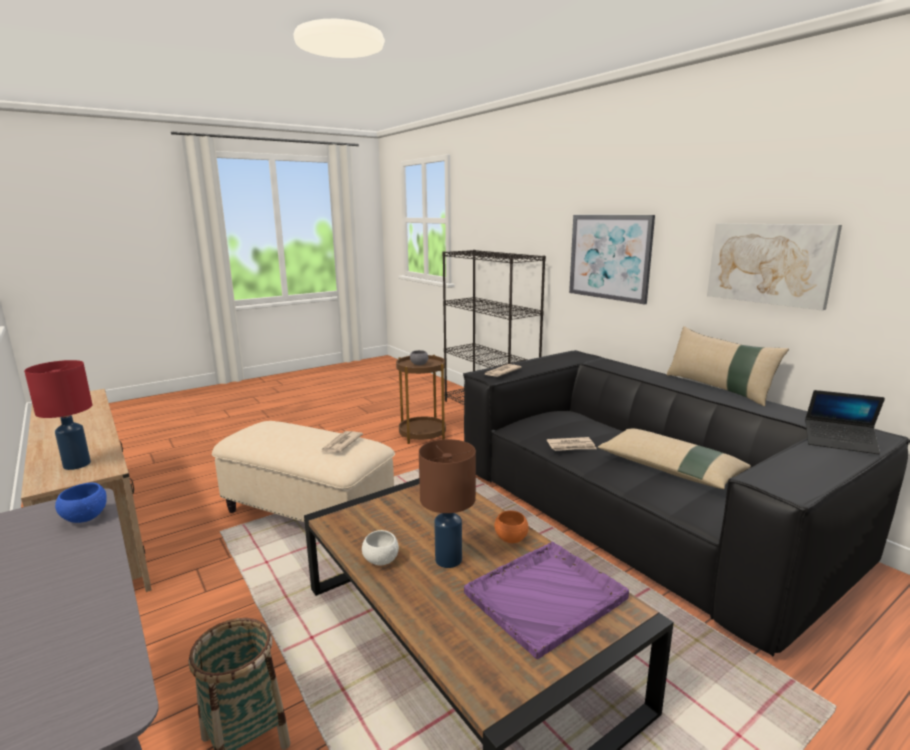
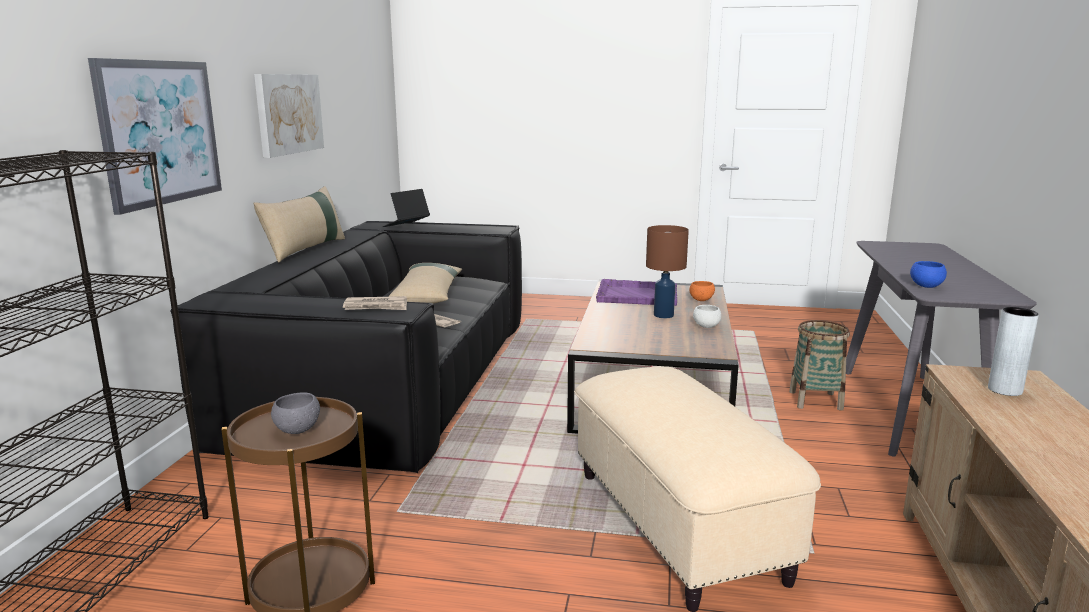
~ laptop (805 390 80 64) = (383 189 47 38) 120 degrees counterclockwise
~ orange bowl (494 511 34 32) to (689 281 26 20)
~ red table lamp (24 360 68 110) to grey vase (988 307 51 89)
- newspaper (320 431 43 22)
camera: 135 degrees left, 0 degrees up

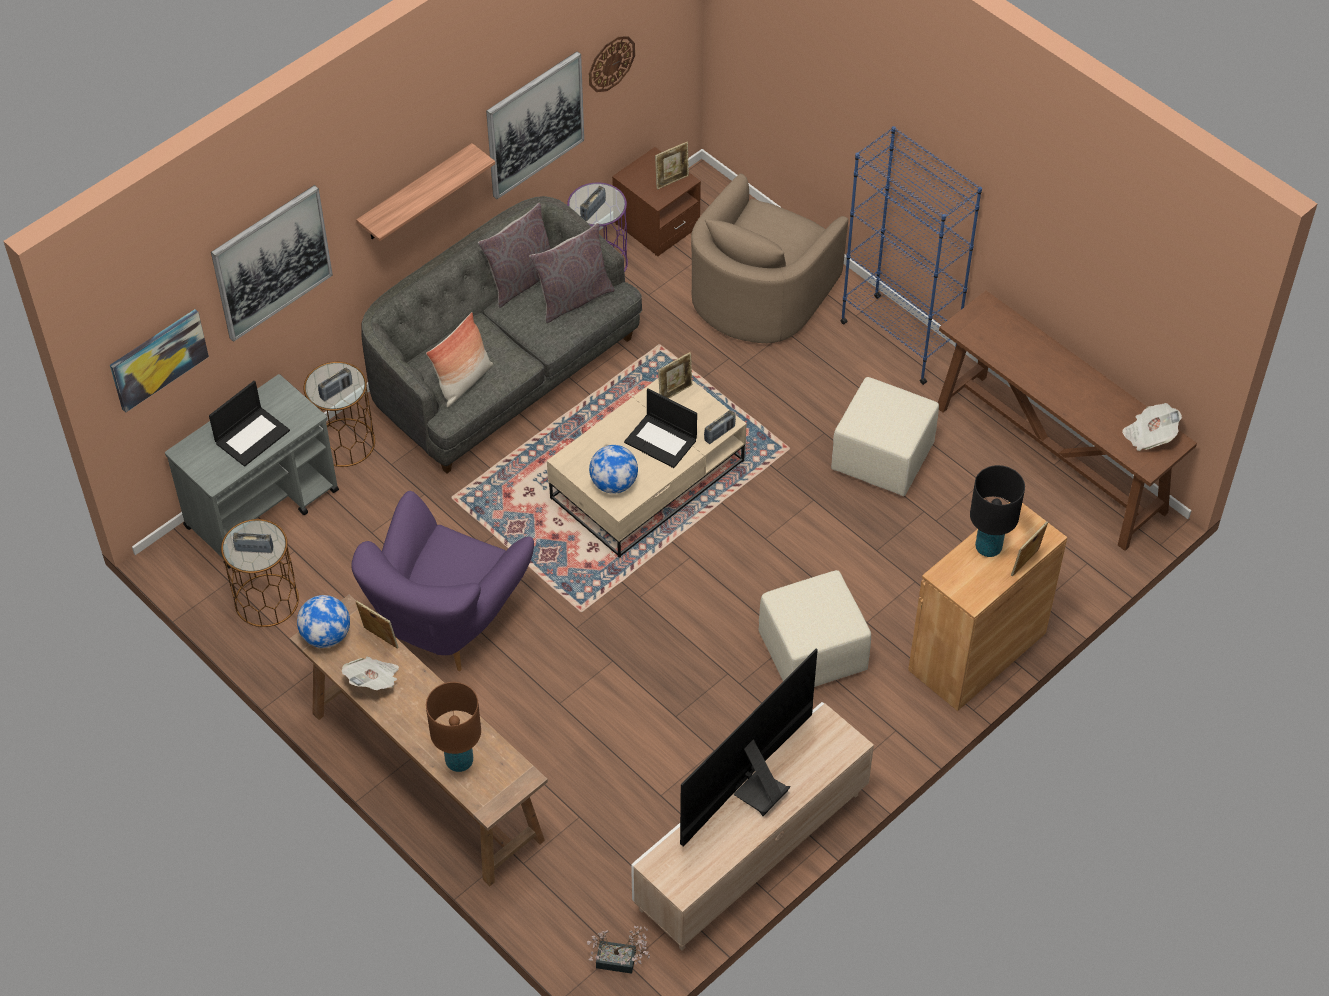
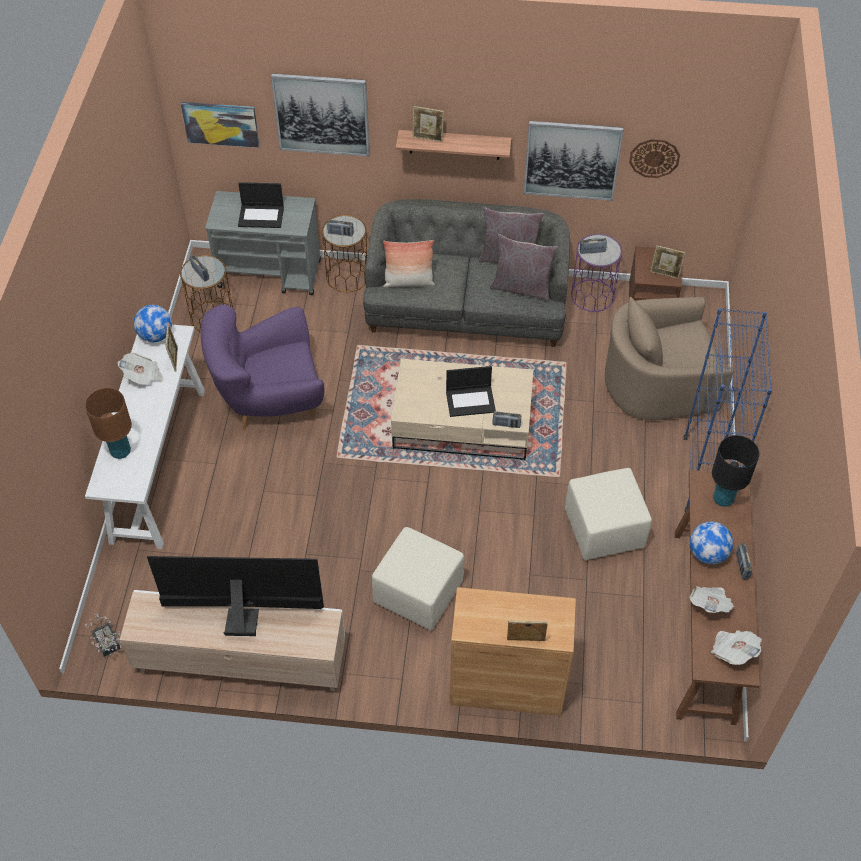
~ brown console table (290 594 258 292) to white console table (85 325 120 224)
~ picture frame (658 352 34 46) to (412 106 32 36)
~ laptop (624 388 73 80) = (446 366 50 51) 90 degrees counterclockwise
+ newspaper (689 586 45 27)
~ globe (589 445 49 49) to (690 522 43 42)
~ black table lamp (970 465 55 92) to (712 435 47 72)
+ radio (736 543 17 36)
camera: 50 degrees right, 0 degrees up

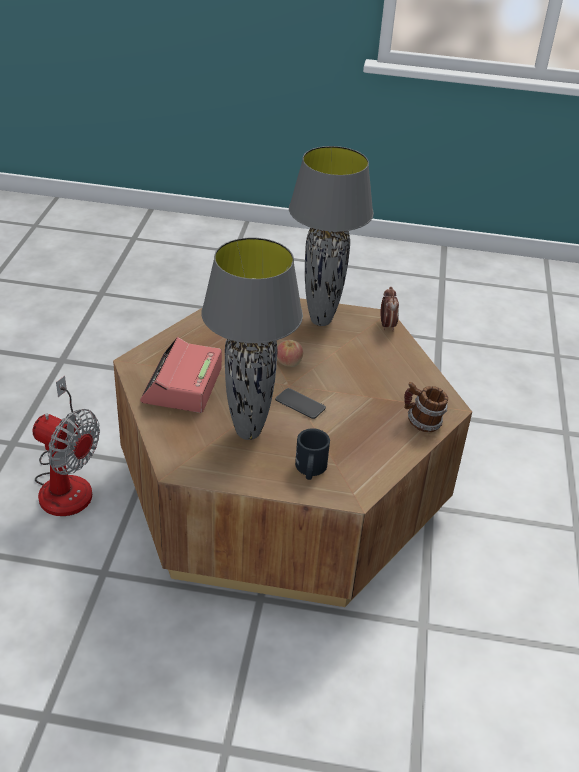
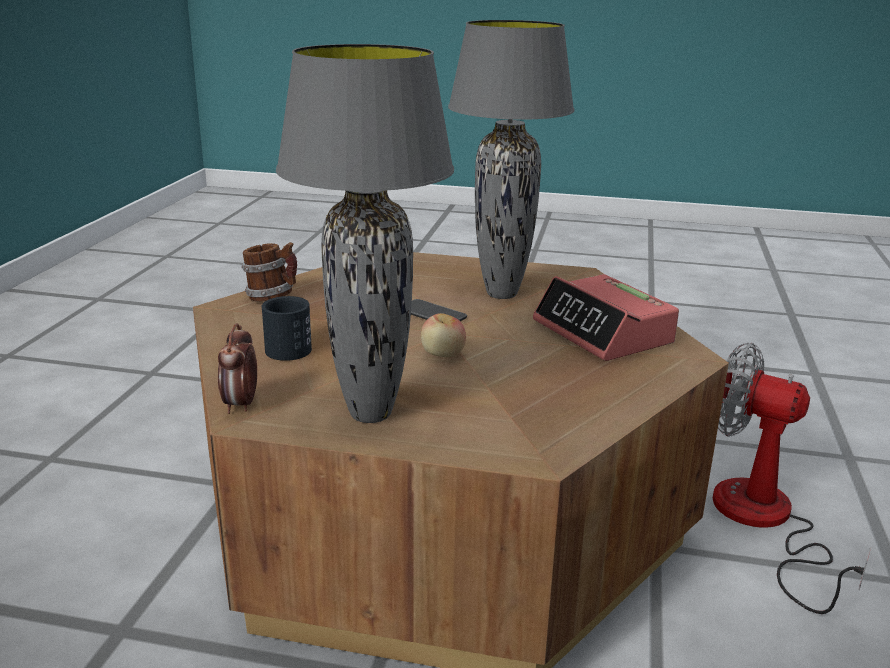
~ black mug (295 428 35 52) to (262 296 50 65)
~ alarm clock (140 337 82 76) = (533 274 146 87) 135 degrees clockwise
camera: 175 degrees left, 15 degrees down

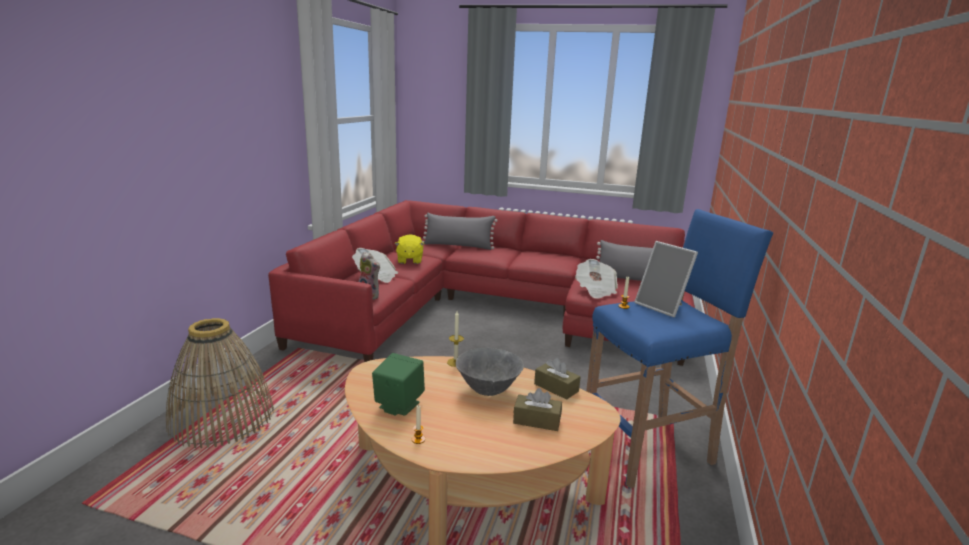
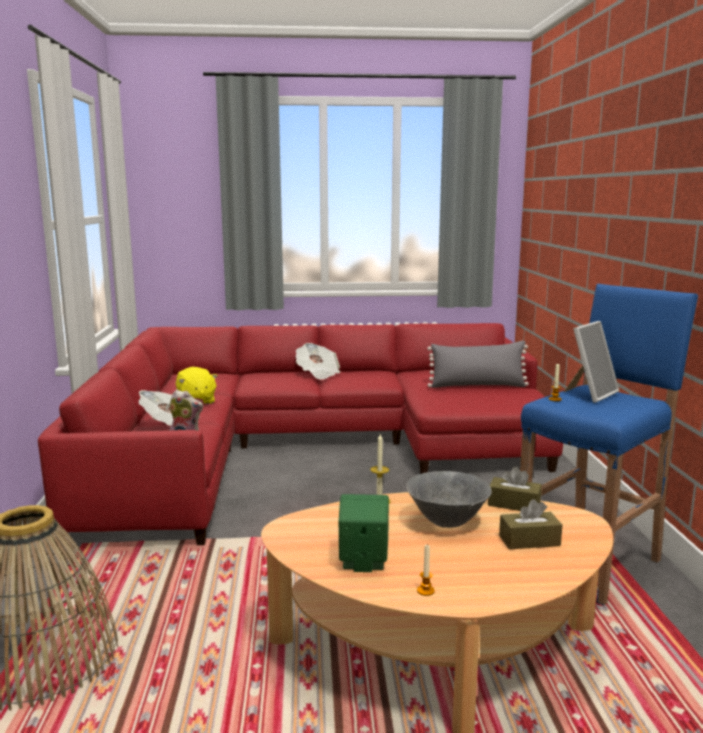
~ newspaper (575 259 43 39) to (296 343 44 37)
~ picture frame (634 241 64 76) = (564 321 55 82) 75 degrees counterclockwise
- grey pillow (422 213 76 37)
camera: 20 degrees left, 5 degrees down

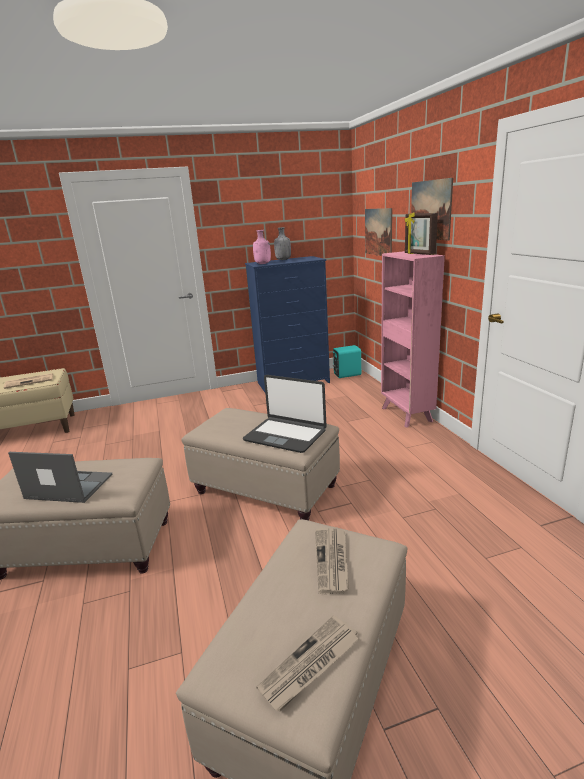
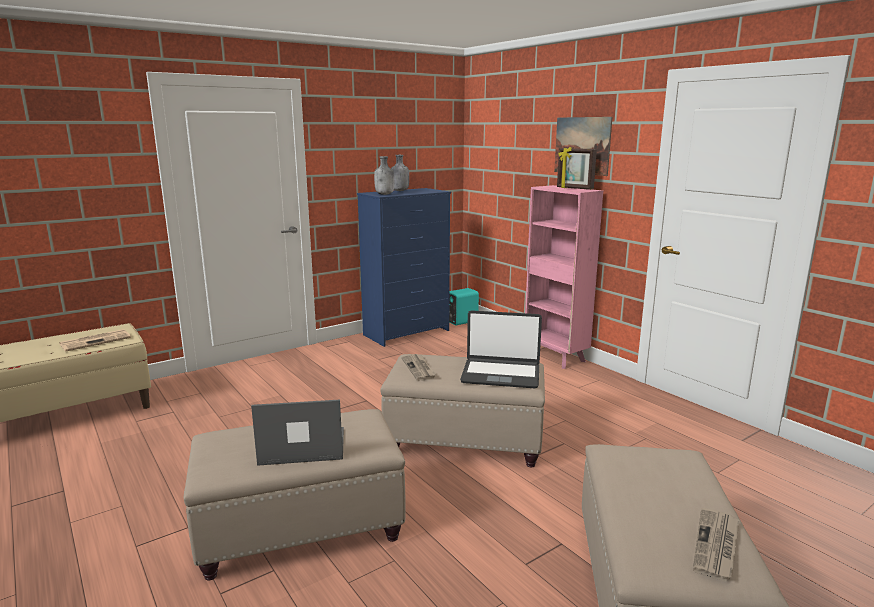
~ pink bottle (253 230 18 34) to grey bottle (374 156 20 39)
~ newspaper (315 527 34 67) to (401 354 35 27)
- picture (365 208 27 48)
camera: 20 degrees left, 5 degrees down

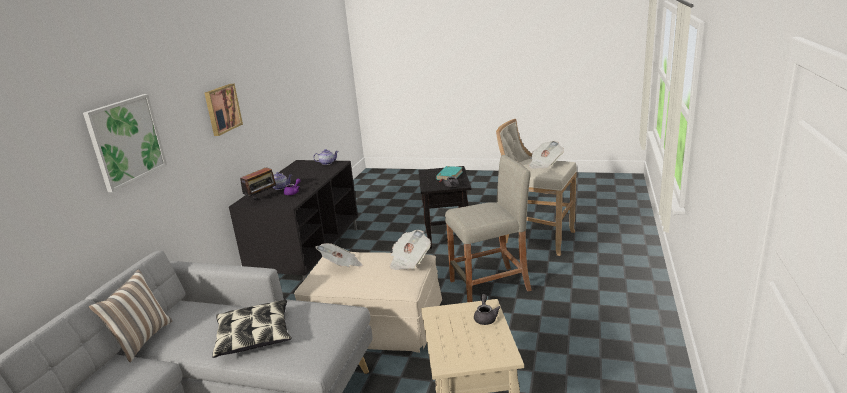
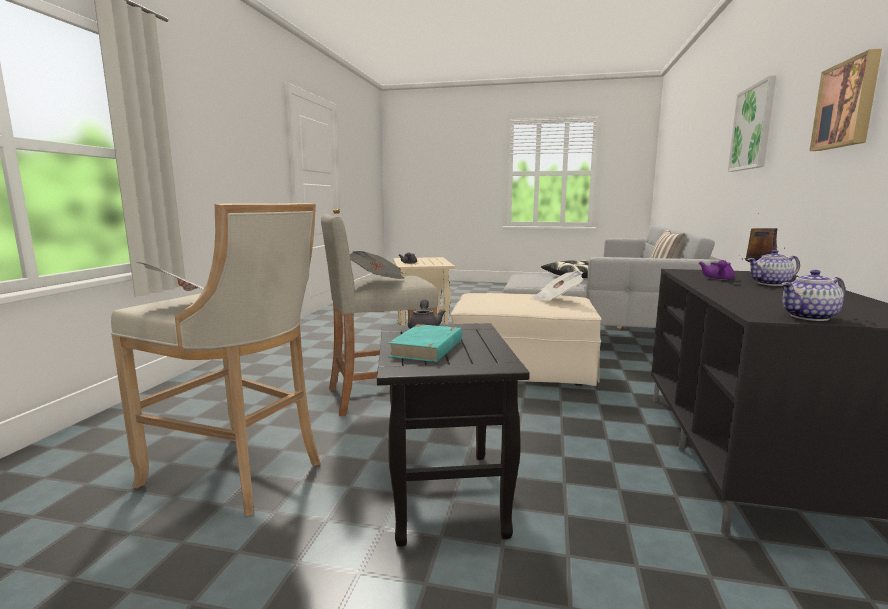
~ newspaper (390 230 41 40) to (350 251 55 28)
camera: 175 degrees right, 10 degrees down

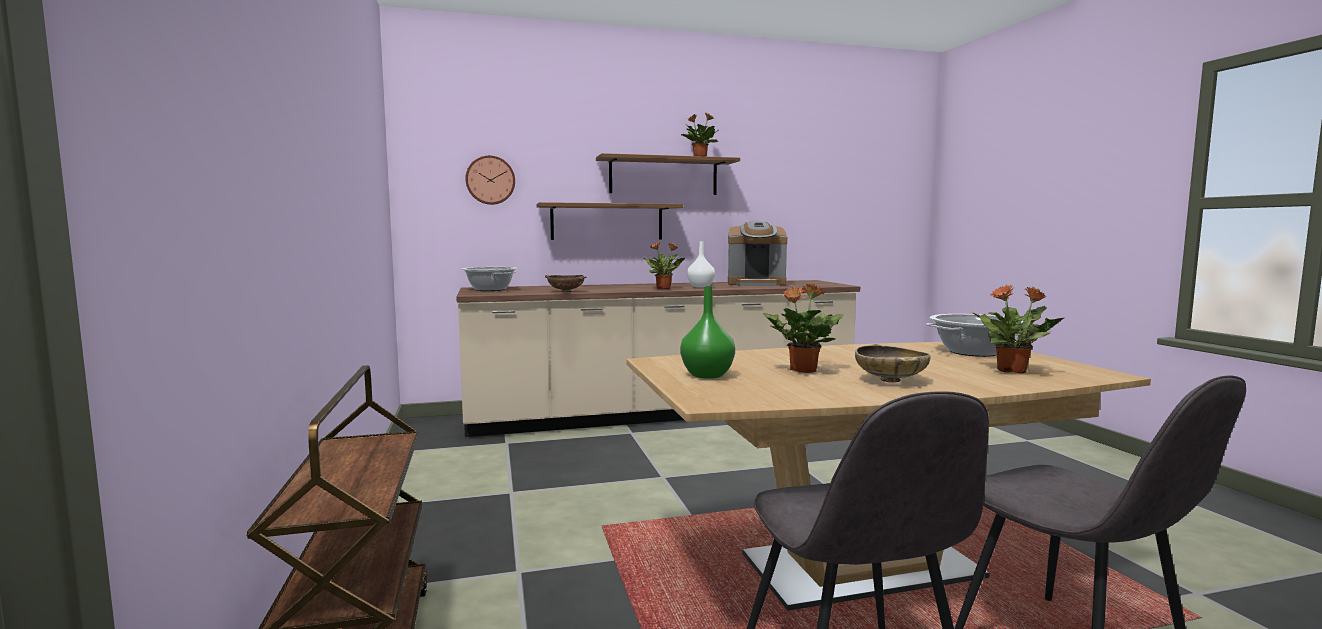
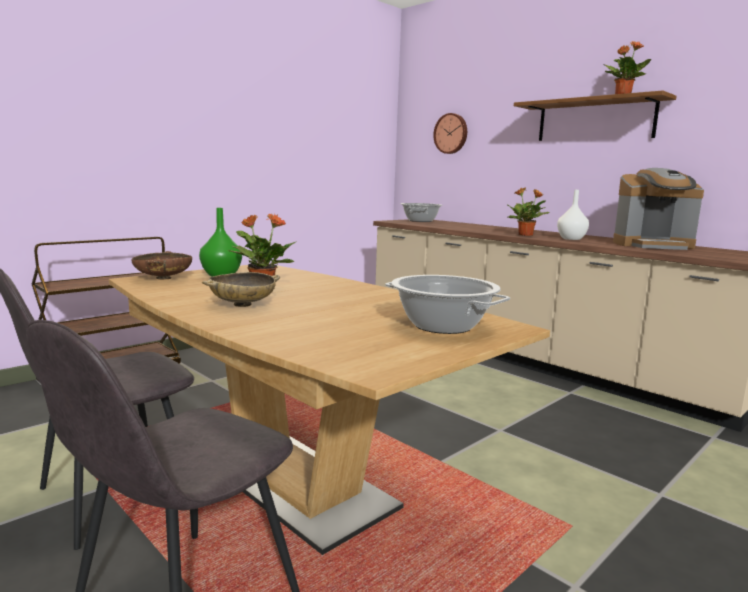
~ brown bowl (545 275 42 17) to (132 251 60 29)
~ coffee machine (728 221 59 65) = (613 168 91 82) 60 degrees counterclockwise
- brown shelf (537 202 146 38)
- potted plant (972 285 92 89)
camera: 60 degrees right, 5 degrees up

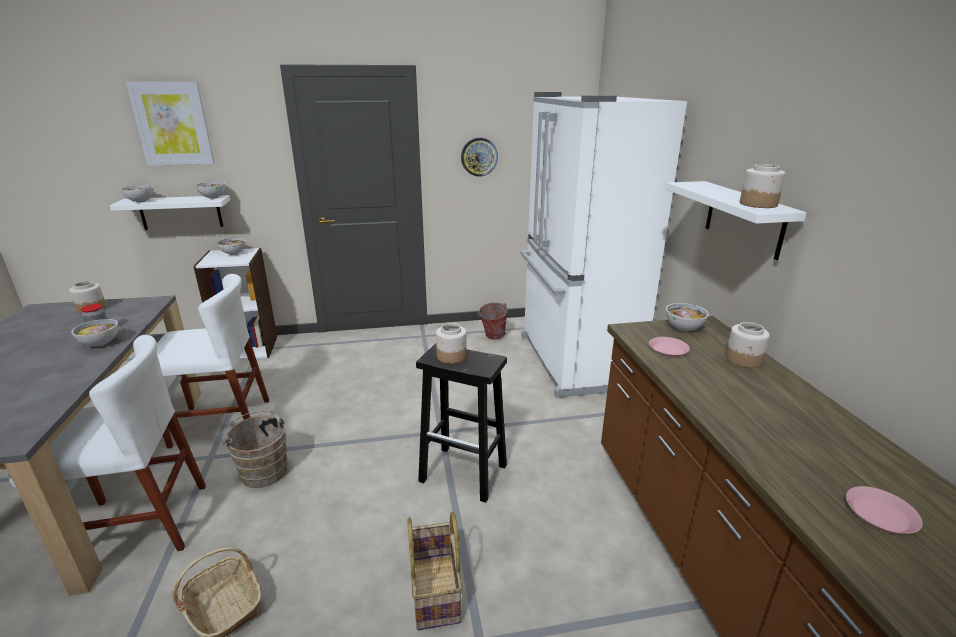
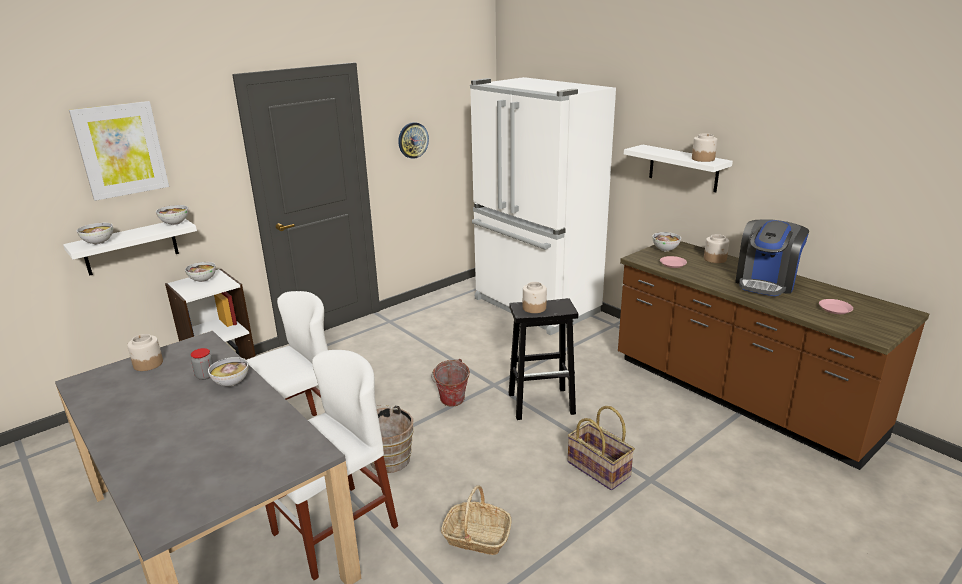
~ bucket (477 302 31 38) to (431 359 39 48)
+ coffee machine (735 219 74 77)
camera: 30 degrees left, 0 degrees up

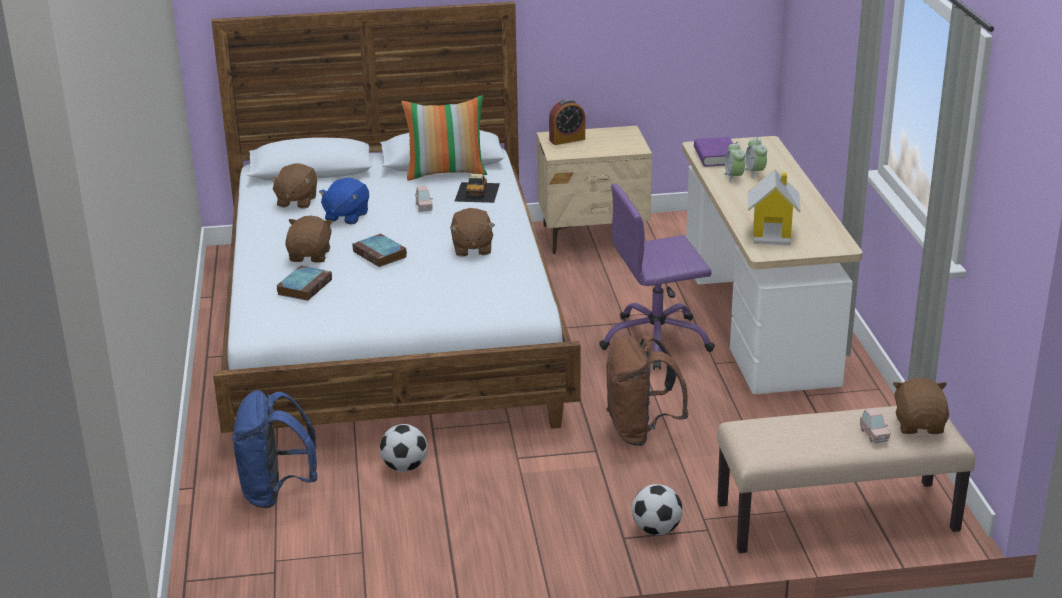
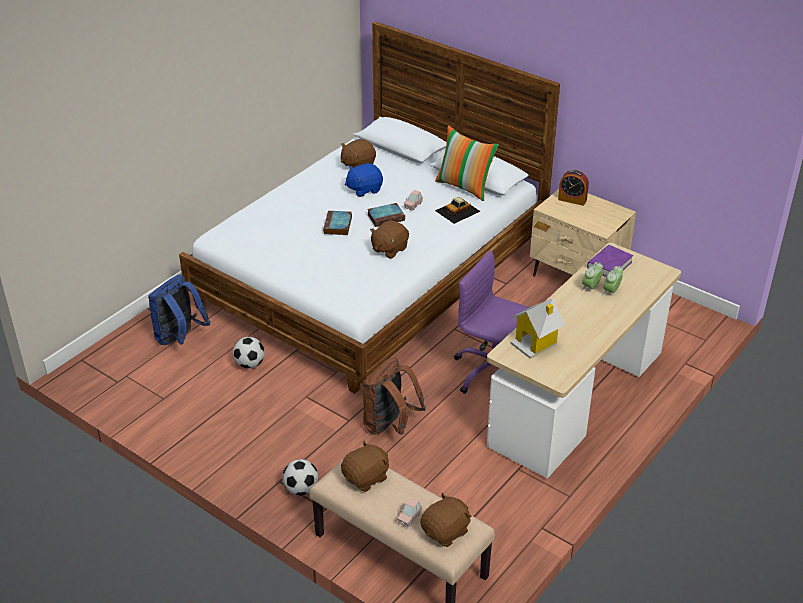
~ brown plush toy (285 216 48 46) to (341 441 48 51)
~ book (276 265 56 36) to (367 203 38 24)
camera: 45 degrees right, 10 degrees up

